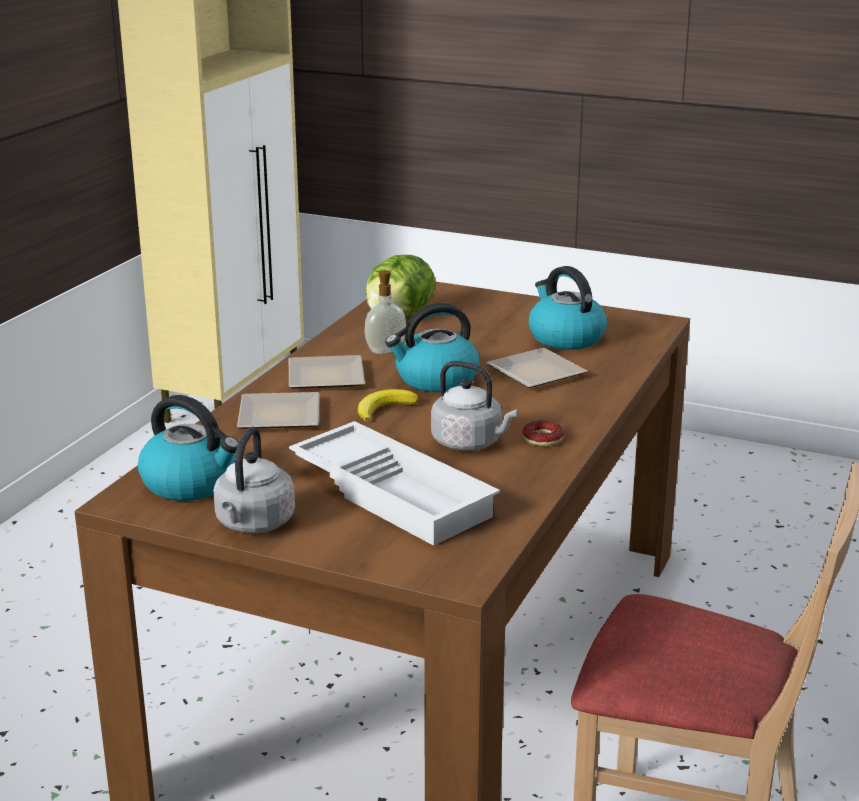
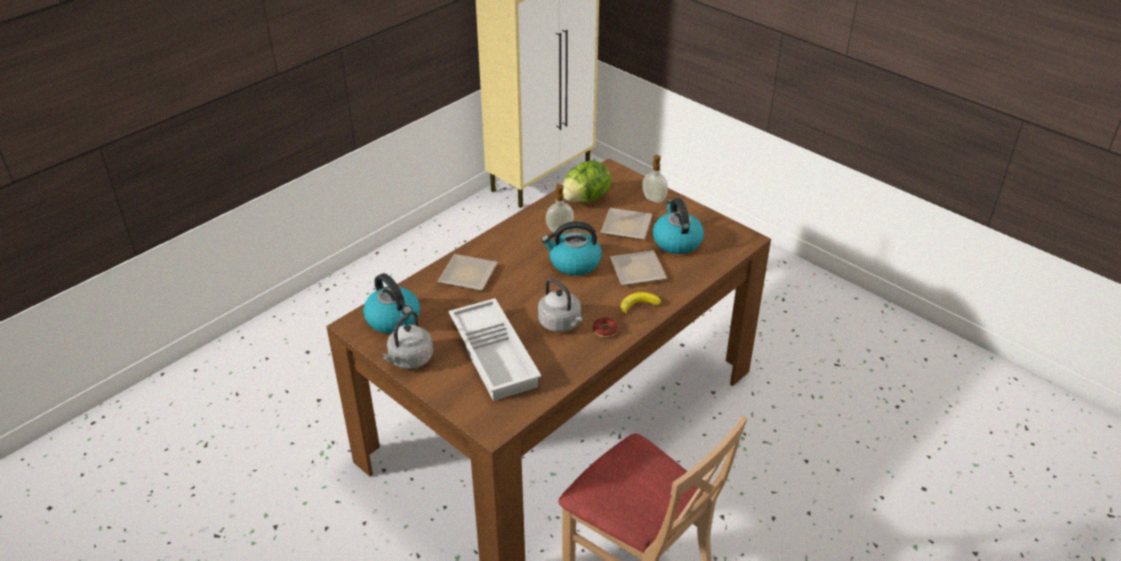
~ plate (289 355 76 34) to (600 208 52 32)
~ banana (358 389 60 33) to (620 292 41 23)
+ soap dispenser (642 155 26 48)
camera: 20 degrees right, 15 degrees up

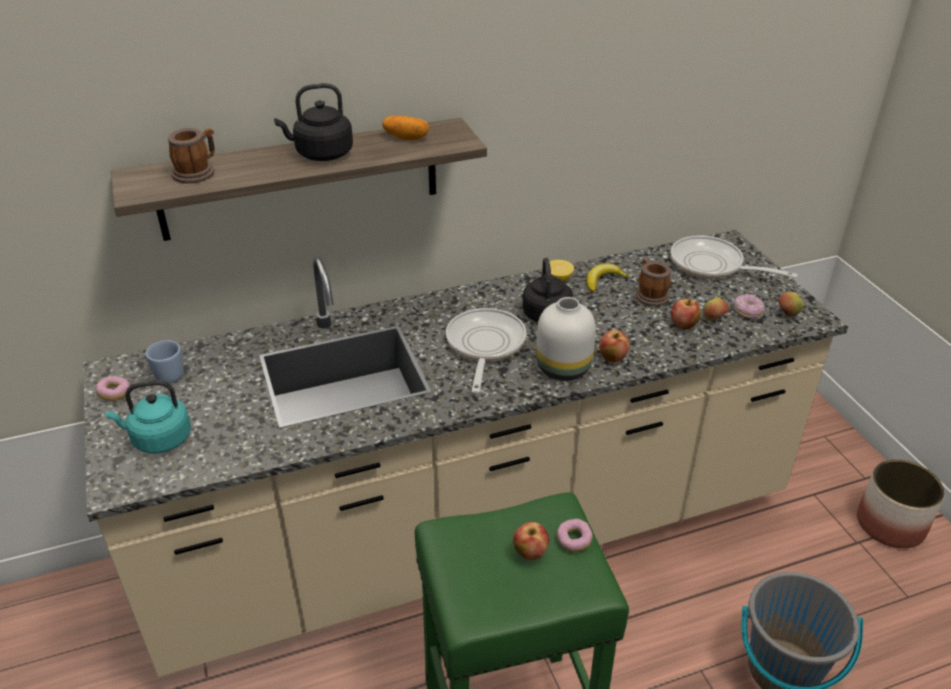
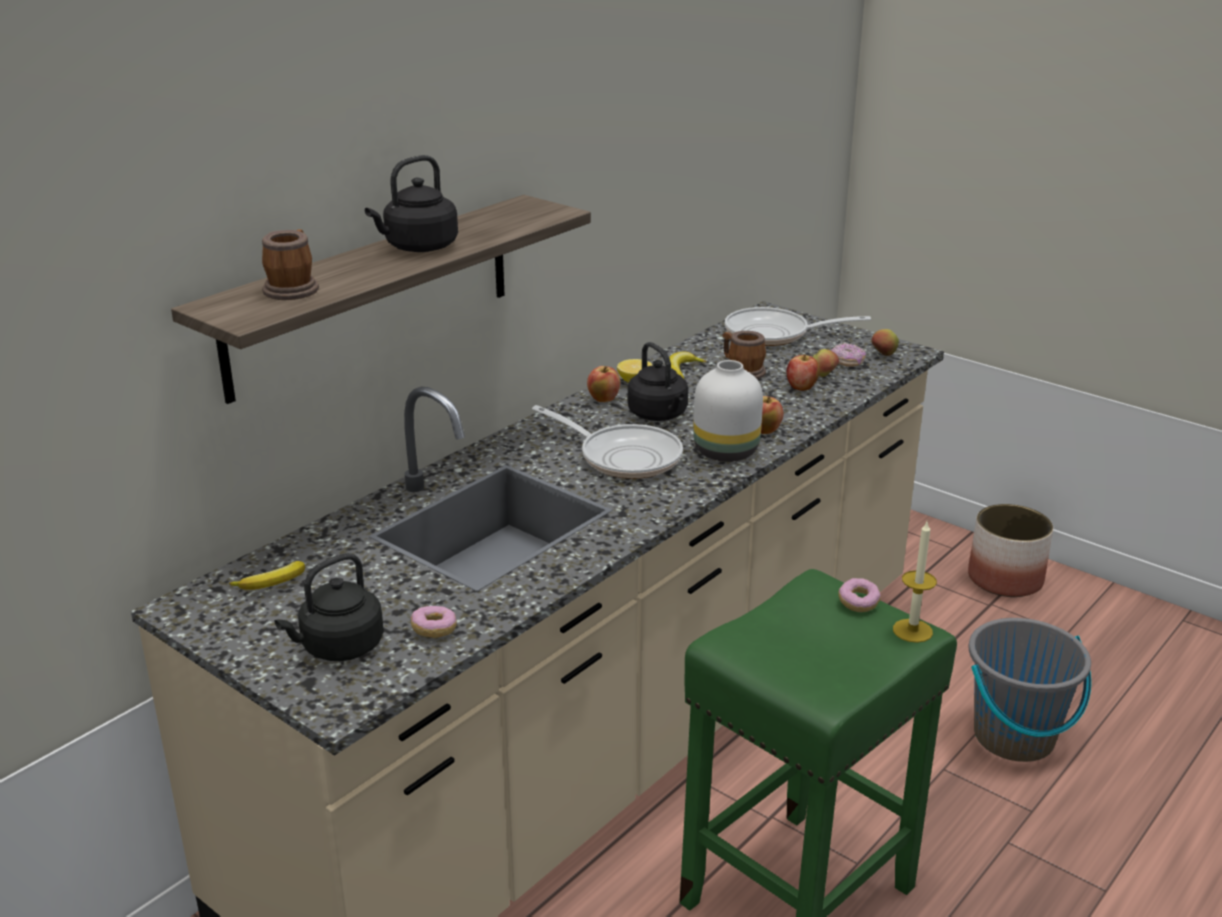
~ blue mug (145 340 39 43) to banana (229 561 76 29)
~ turquoise kettle (105 380 86 74) to black kettle (274 553 110 108)
~ donut (96 376 34 25) to (411 606 46 32)
~ frying pan (446 308 80 86) = (532 405 151 74) 150 degrees clockwise
~ apple (513 522 36 38) to (587 366 33 36)
+ candle (893 522 44 121)
- potato (382 116 47 24)
camera: 30 degrees left, 10 degrees down

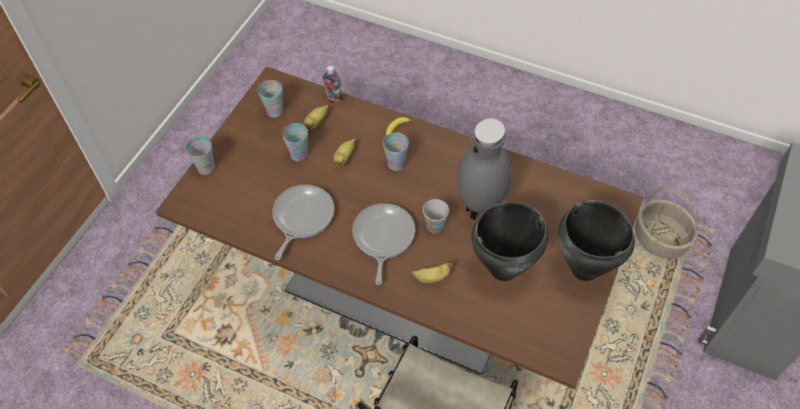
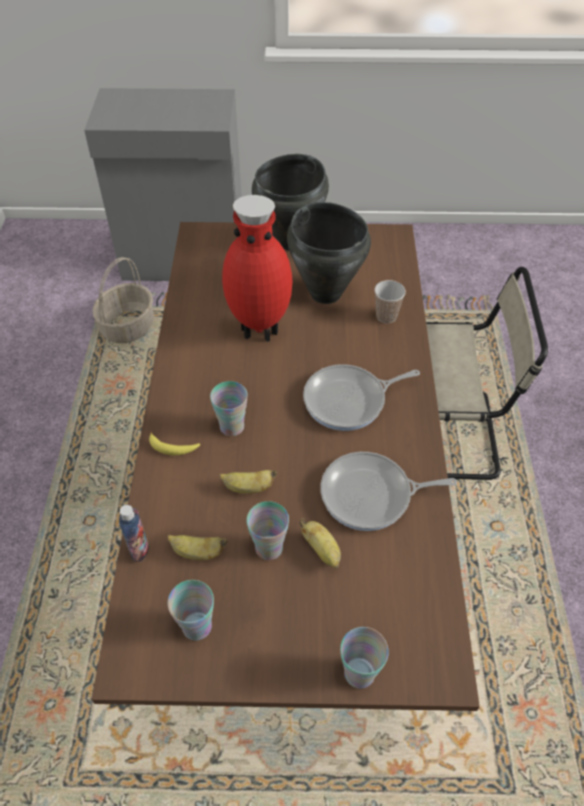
~ grey vase (457 118 55 102) to red vase (222 195 70 147)
~ banana (412 263 41 20) to (299 518 42 51)
~ cup (423 199 26 34) to (374 280 32 43)
camera: 115 degrees left, 5 degrees down

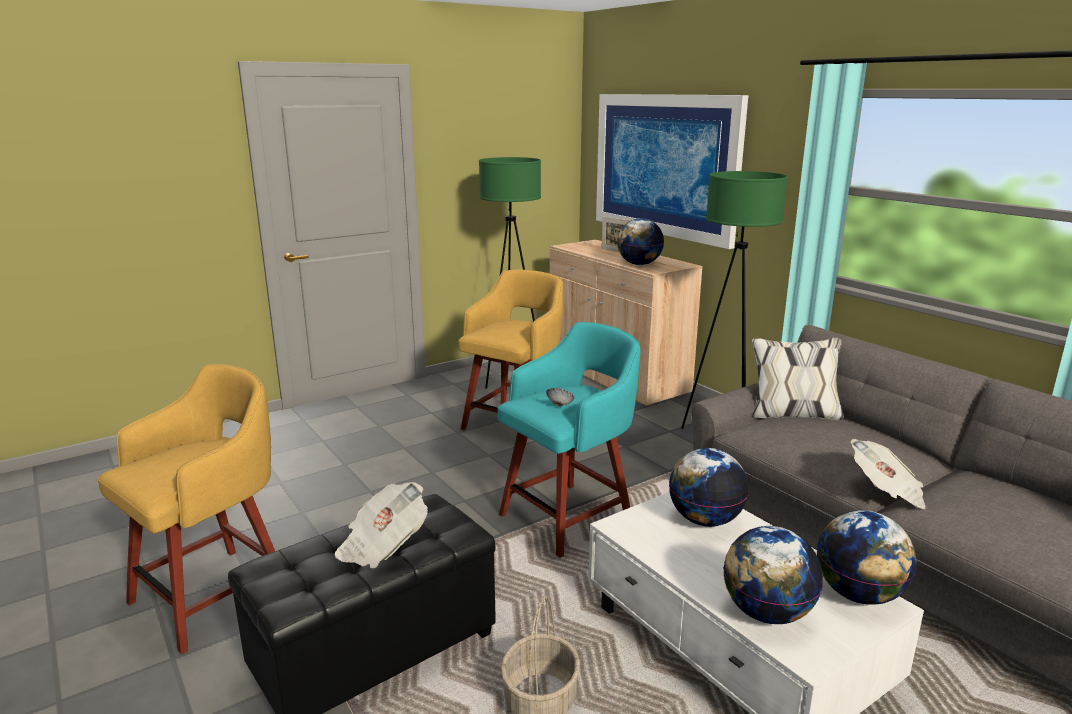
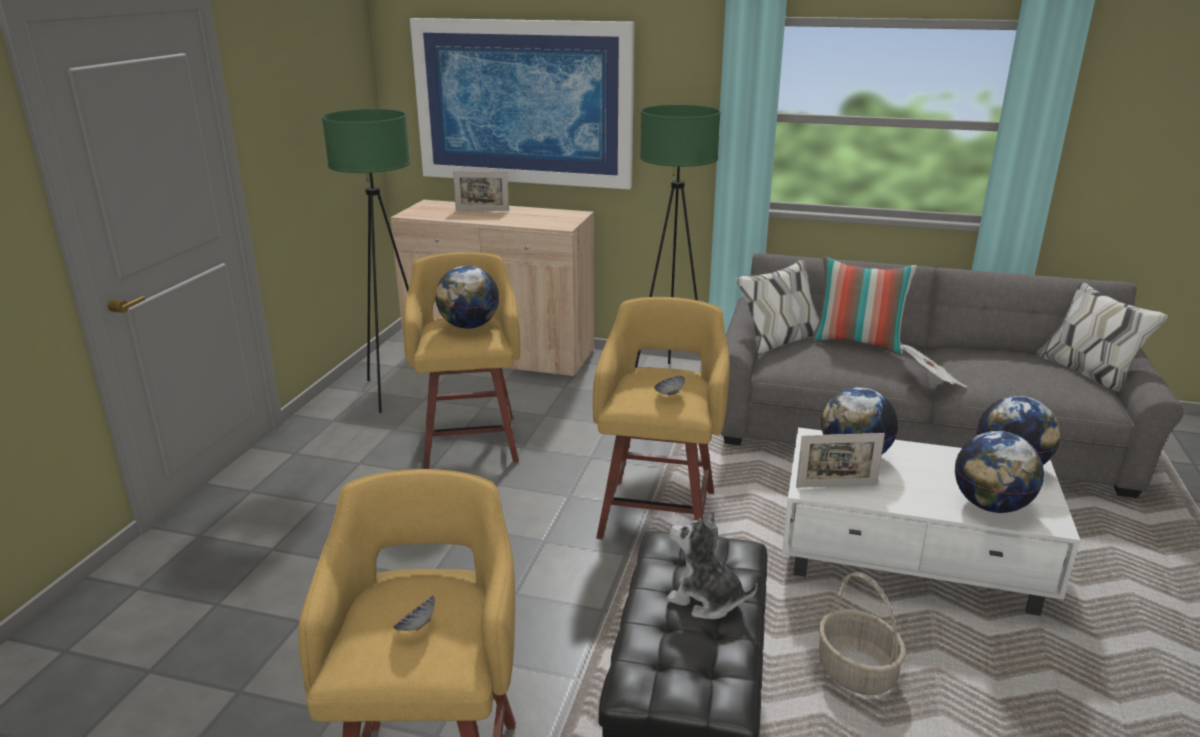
+ bowl (393 595 42 36)
~ globe (617 218 47 47) to (435 266 64 63)
~ turquoise stool (498 322 142 236) to yellow stool (593 297 137 242)
~ newspaper (335 482 93 86) to plush toy (666 511 92 109)
+ picture frame (796 433 89 55)
+ pillow (812 256 105 98)
camera: 40 degrees left, 5 degrees up

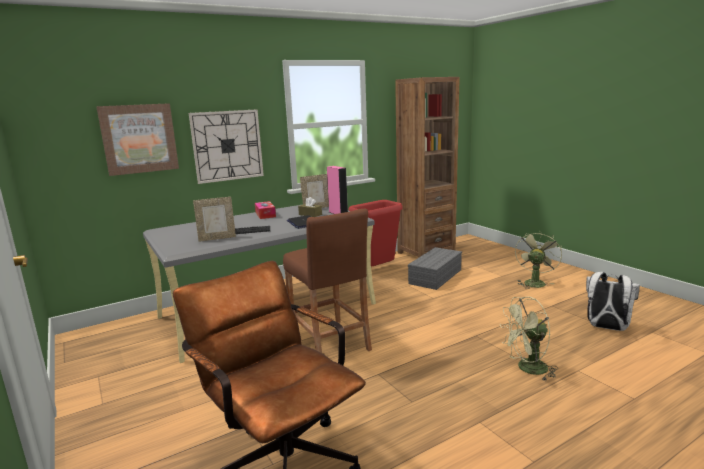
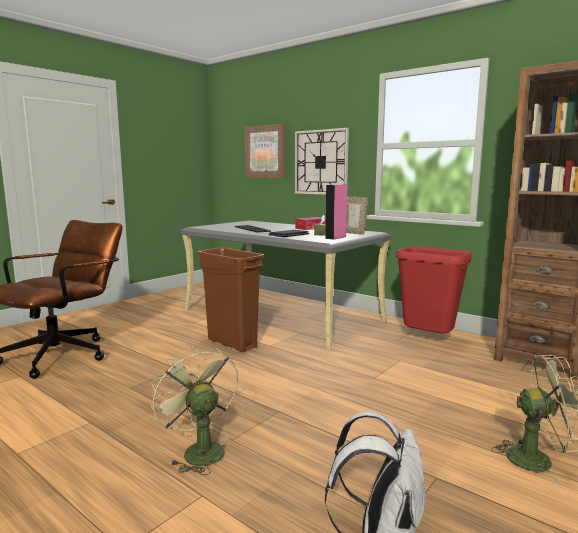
~ brown stool (283 209 89 144) to brown trash can (197 248 67 104)
- picture frame (193 197 43 45)
- grey storage box (408 247 54 43)
camera: 70 degrees right, 5 degrees down

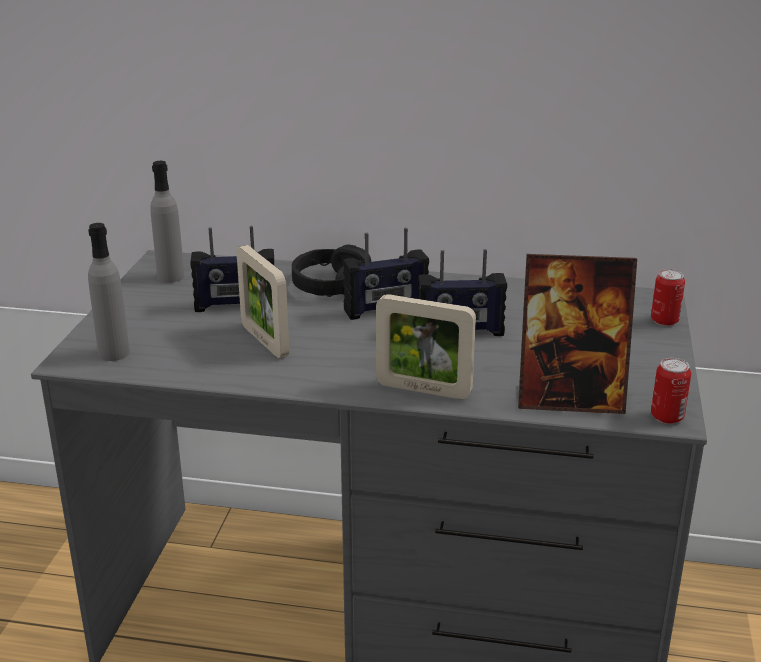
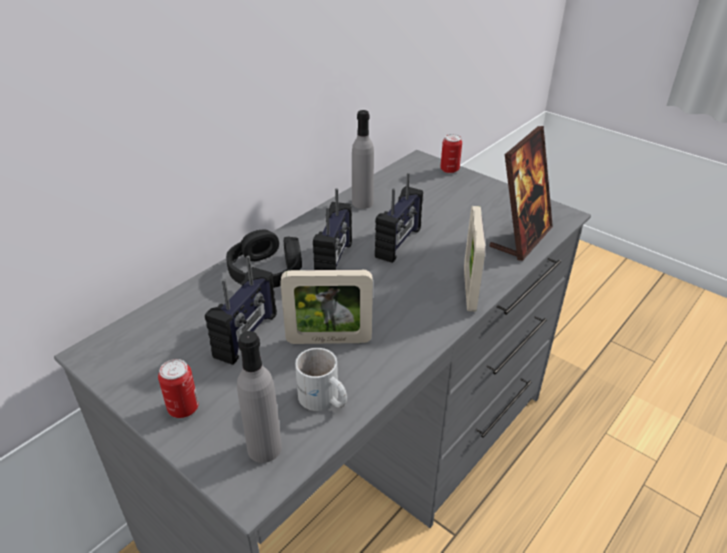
~ can (651 358 40 66) to (158 359 41 59)
+ white mug (295 348 52 63)
~ grey bottle (150 161 34 122) to (352 110 22 99)
~ picture frame (376 294 100 105) = (464 206 21 106) 135 degrees clockwise
camera: 60 degrees left, 10 degrees up

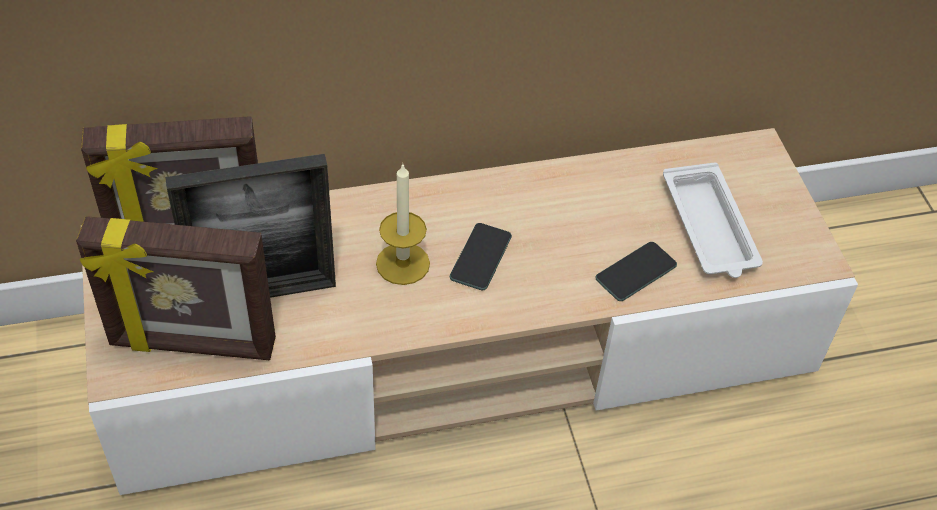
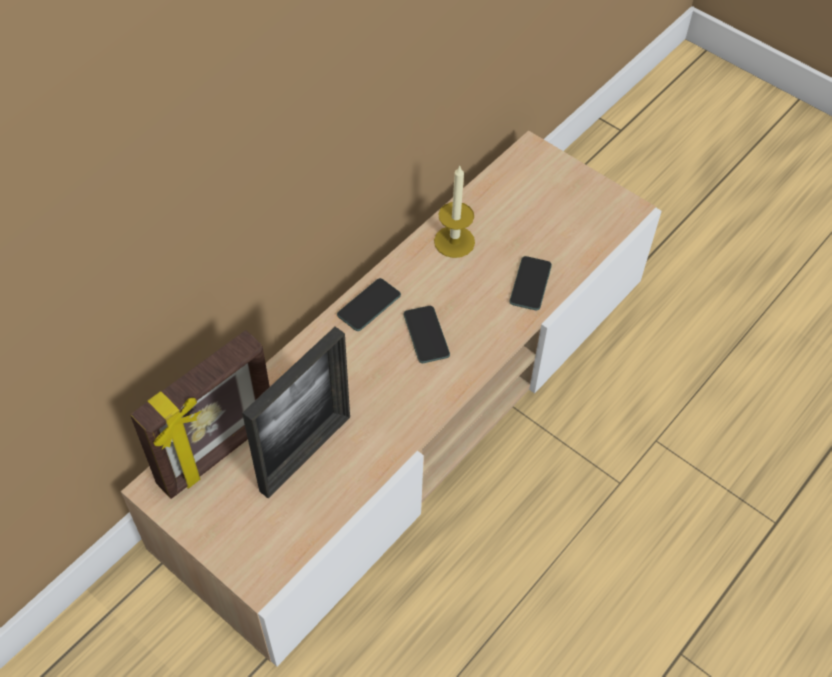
+ phone (337 278 64 53)
~ candle (376 164 54 121) to (434 166 41 92)
- picture frame (76 216 200 144)
- white tray (663 162 100 116)
camera: 35 degrees left, 5 degrees up

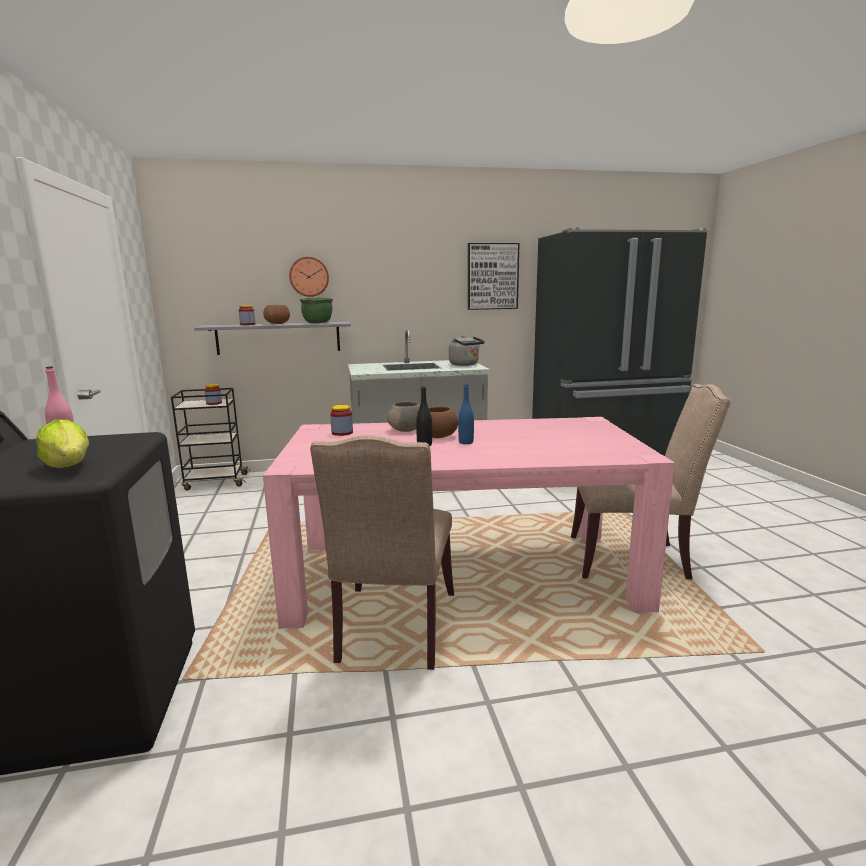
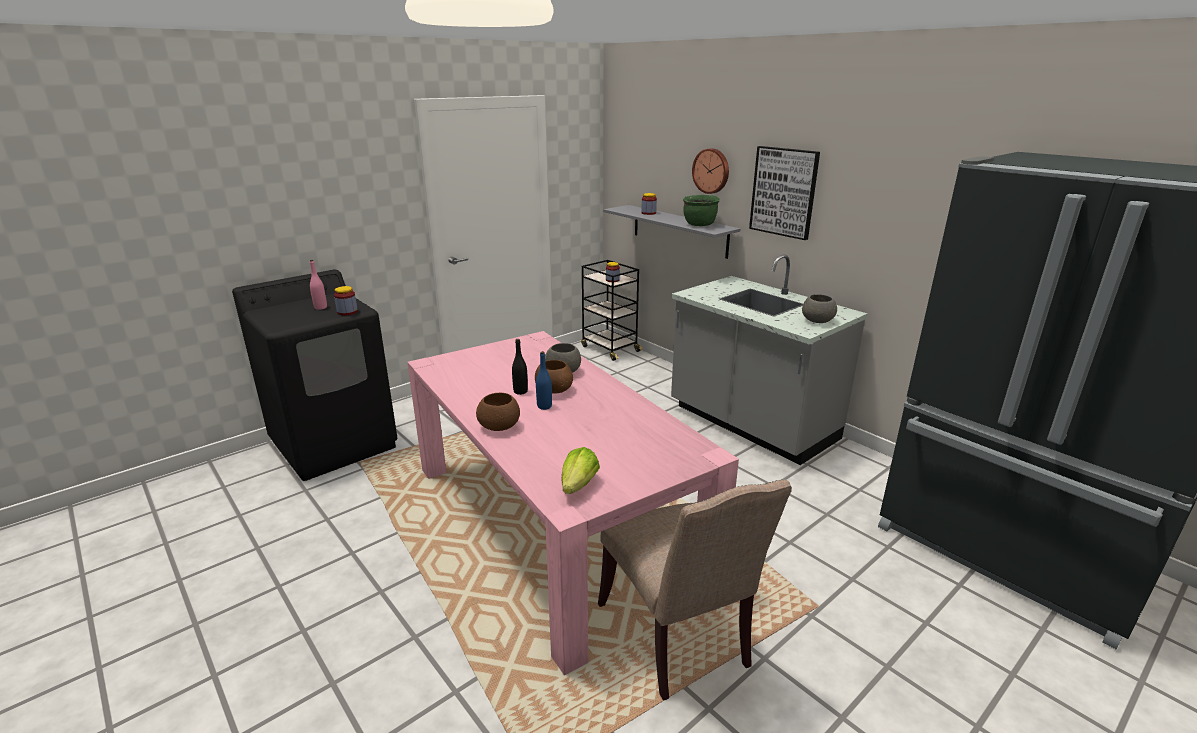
~ jar (330 405 23 31) to (334 286 24 29)
~ brown bowl (263 305 27 19) to (476 393 44 38)
~ lettuce (36 420 53 49) to (562 447 38 47)
~ picture (468 243 52 67) to (749 146 71 94)
~ grey kettle (449 335 36 31) to grey bowl (802 294 35 29)
- beige chair (310 435 144 235)
camera: 60 degrees right, 10 degrees up

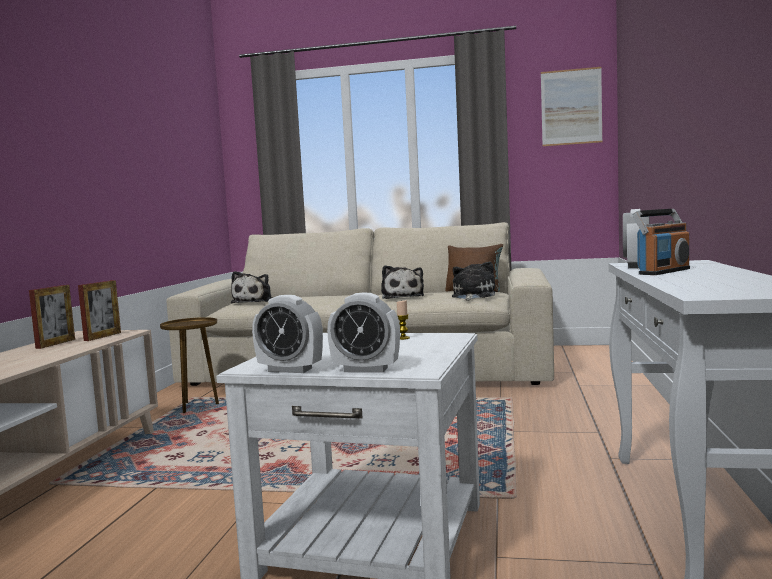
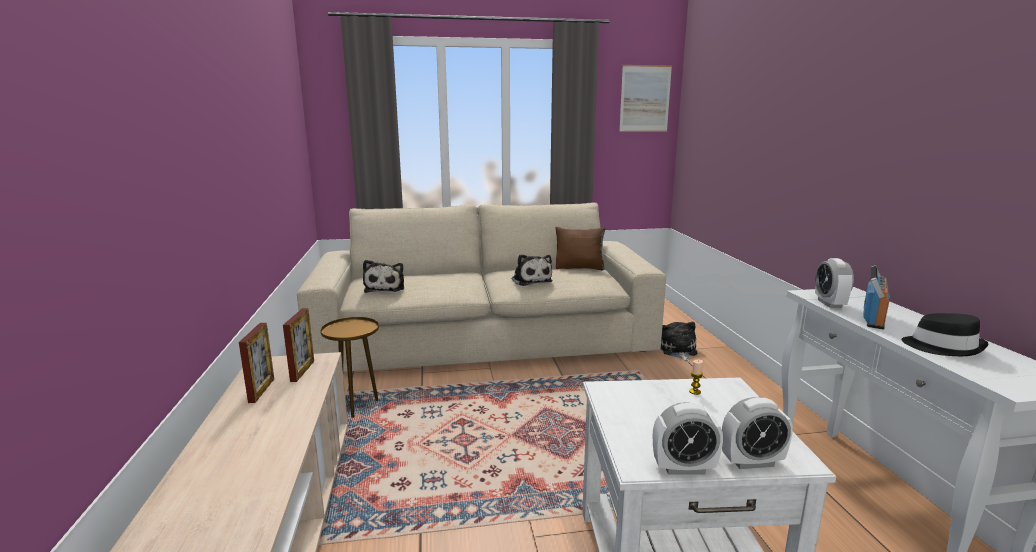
~ plush toy (452 261 43 39) to (660 322 37 40)
+ black hat (901 313 87 43)
camera: 20 degrees left, 10 degrees up

